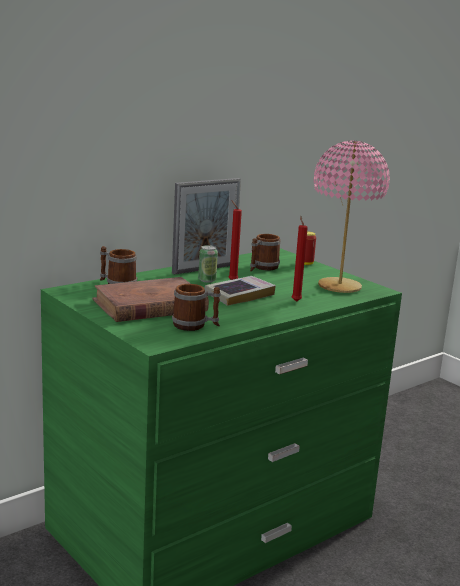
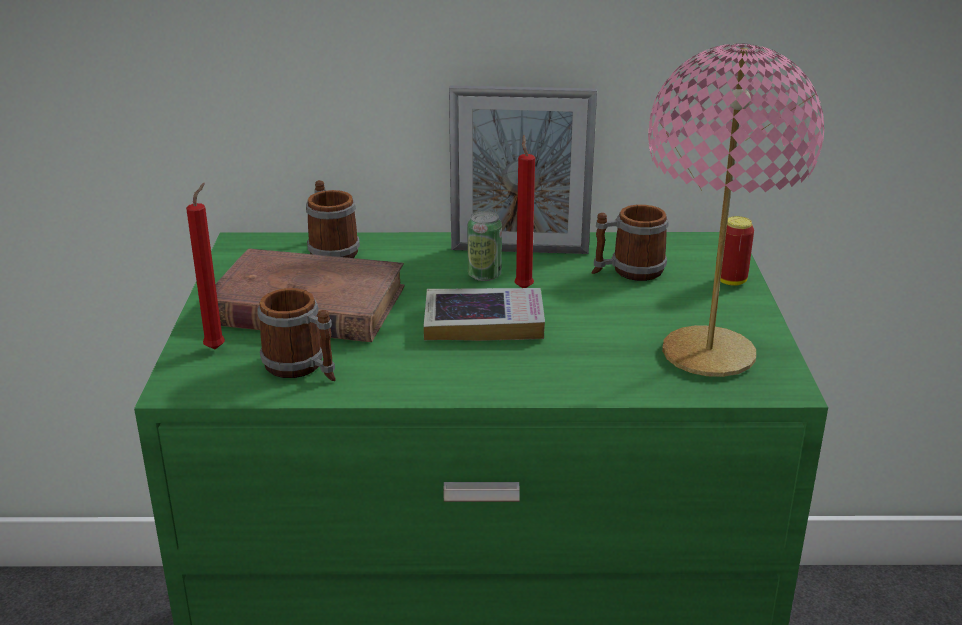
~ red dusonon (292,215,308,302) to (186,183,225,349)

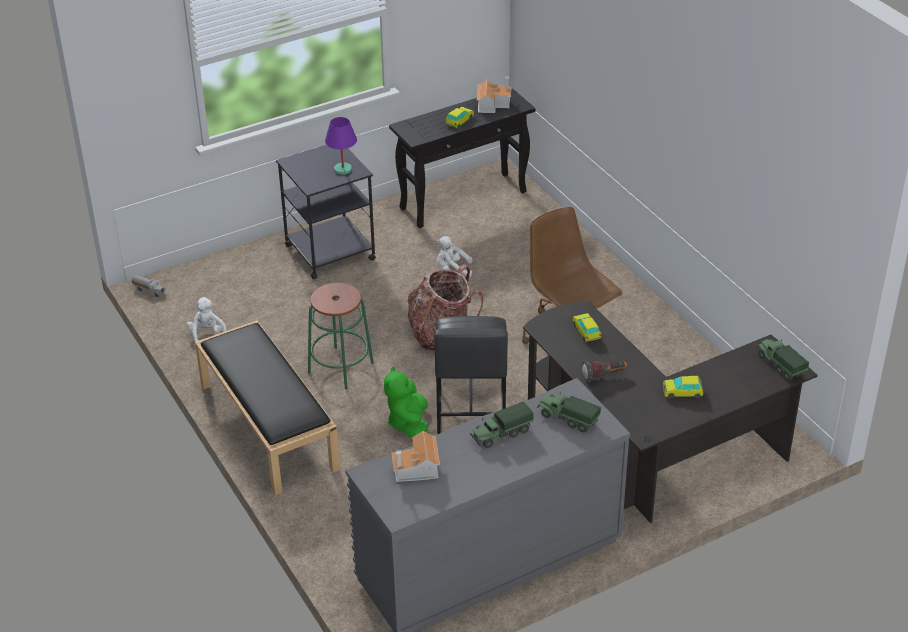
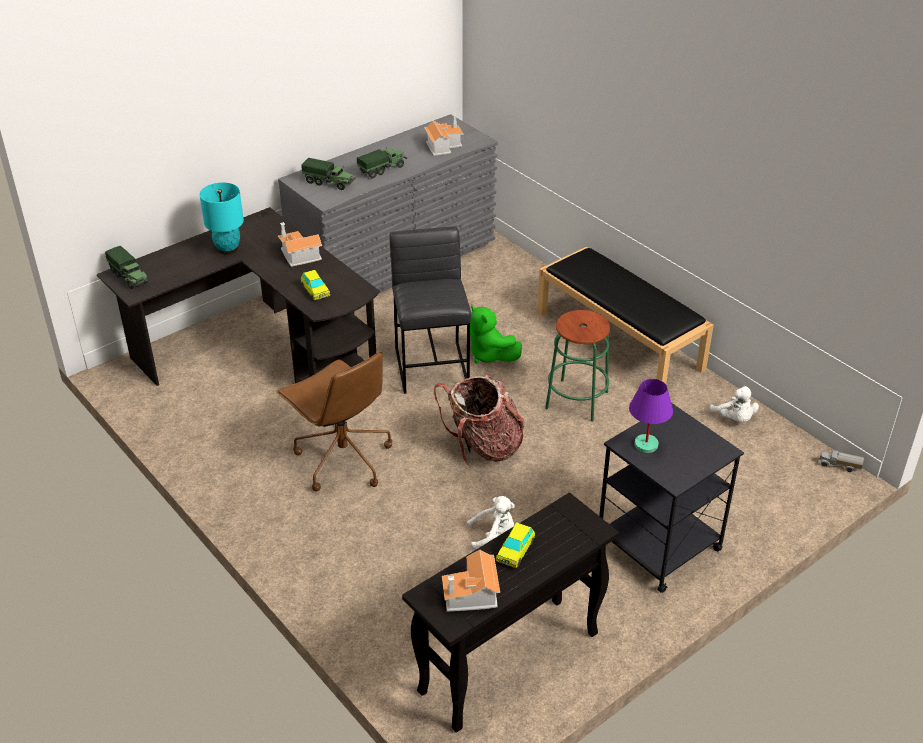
~ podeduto (582,361,628,382) to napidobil (278,222,322,267)
~ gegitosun (663,376,704,399) to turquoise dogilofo (200,182,244,254)
~ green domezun (384,366,428,438) = (470,305,522,363) 150 degrees clockwise

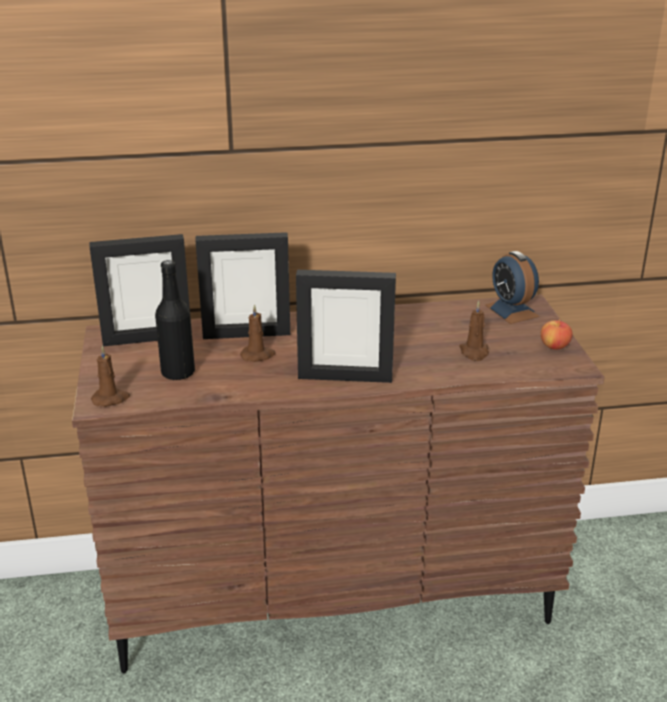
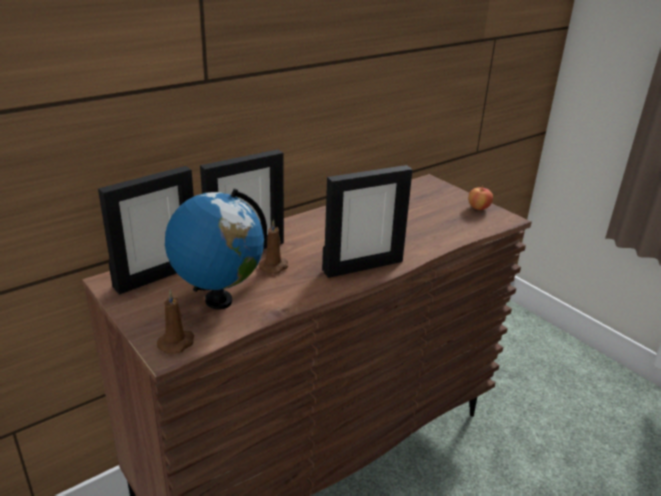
- brown dusonon (459,301,489,361)
- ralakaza (485,251,540,324)
~ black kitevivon (155,260,195,380) to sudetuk (165,188,267,310)

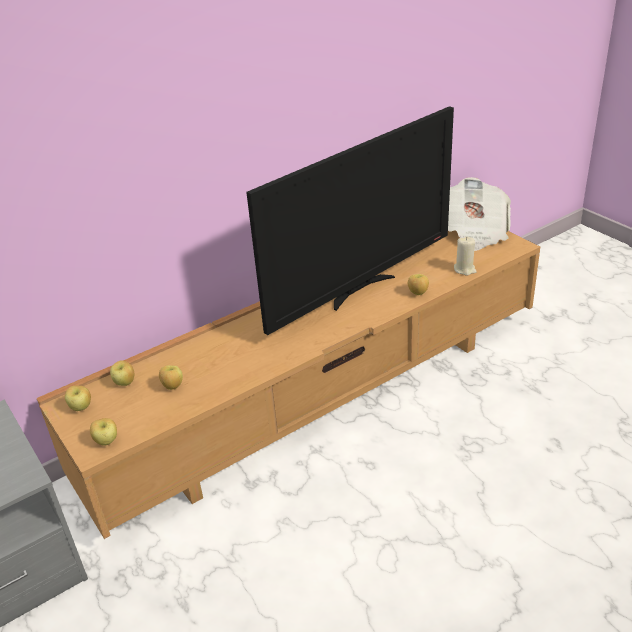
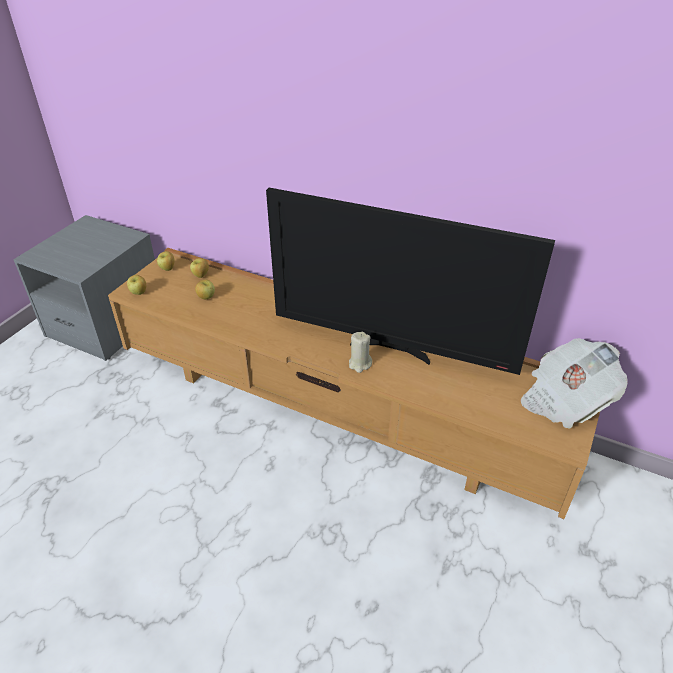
- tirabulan (408,274,429,295)
~ beige dusonon (454,237,477,276) to (349,332,372,373)

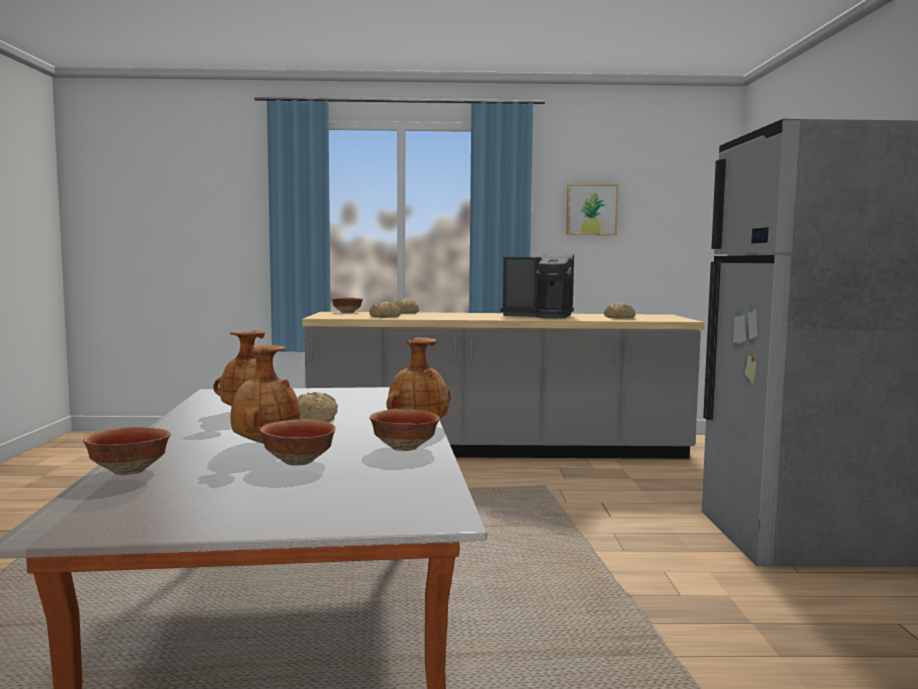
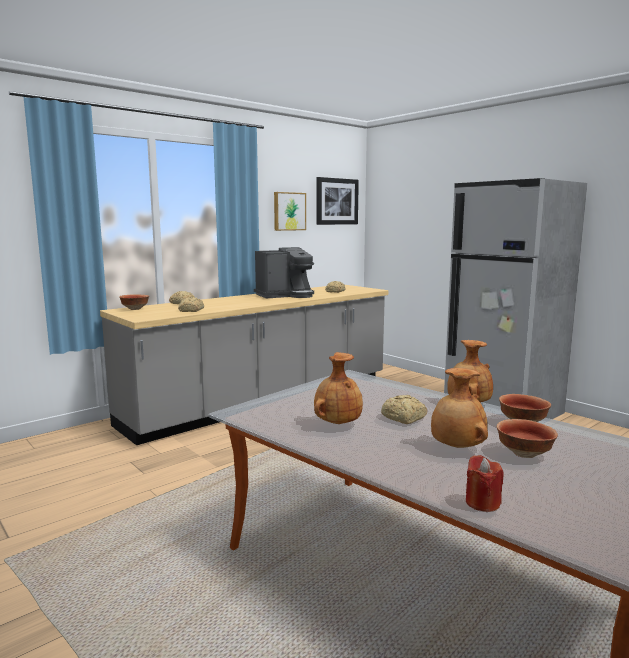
+ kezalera (317,177,359,225)
~ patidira (83,427,171,475) to red dusonon (466,455,503,512)

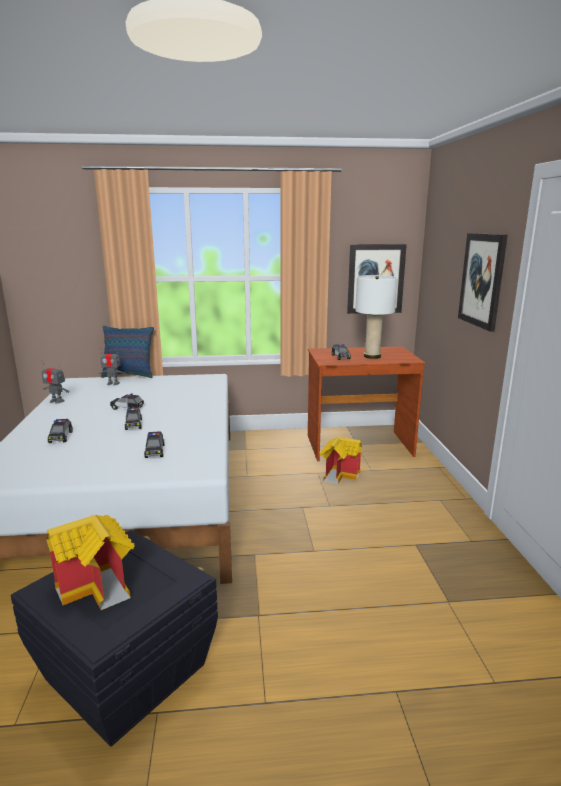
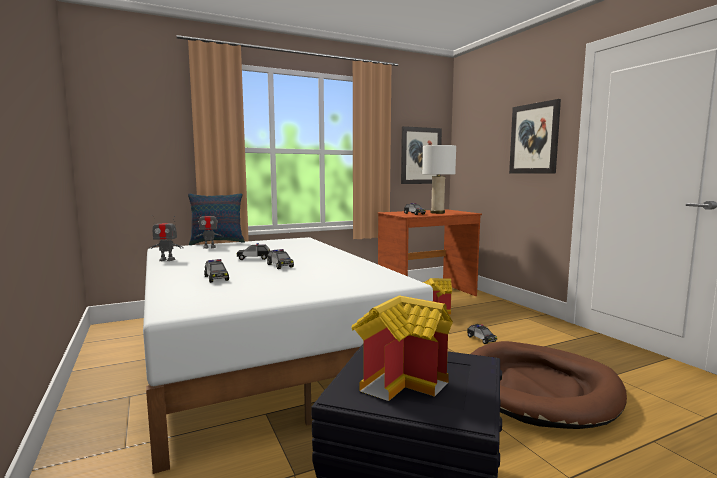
+ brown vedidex (471,341,627,429)
~ gegitosun (144,431,165,458) to (467,324,497,344)

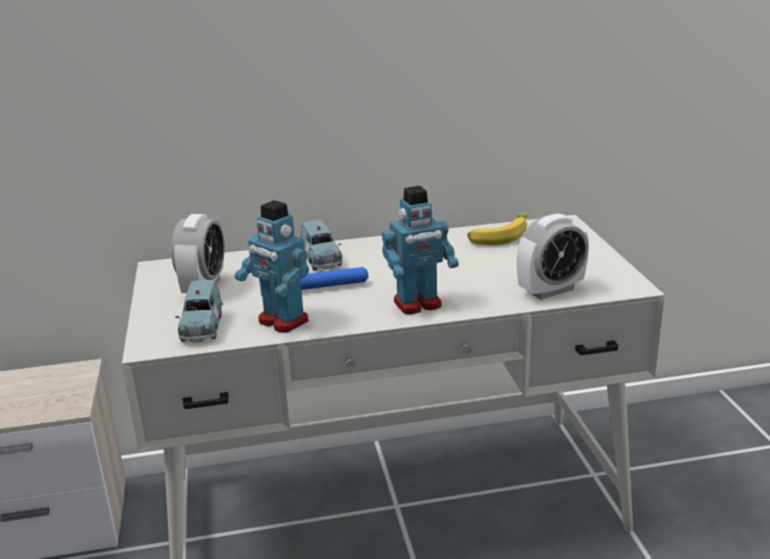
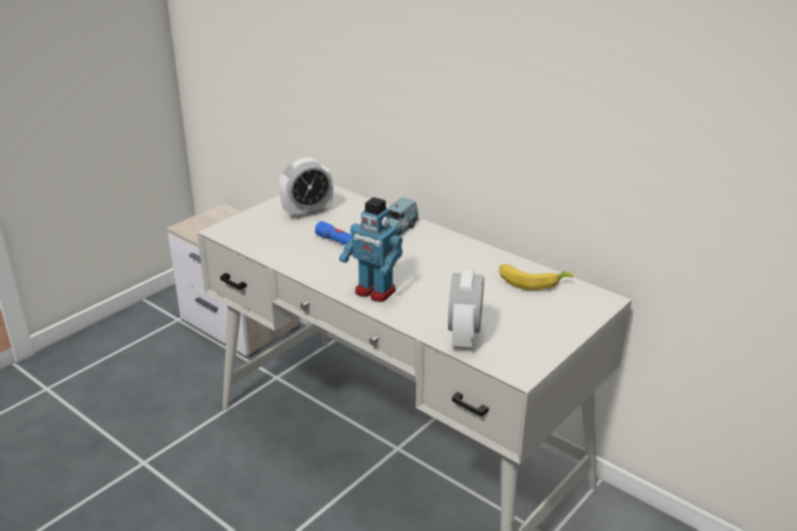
- blue gegitosun (175,280,223,342)
- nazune (235,200,309,333)
~ ralakaza (517,213,589,300) = (448,269,484,349) 75 degrees clockwise

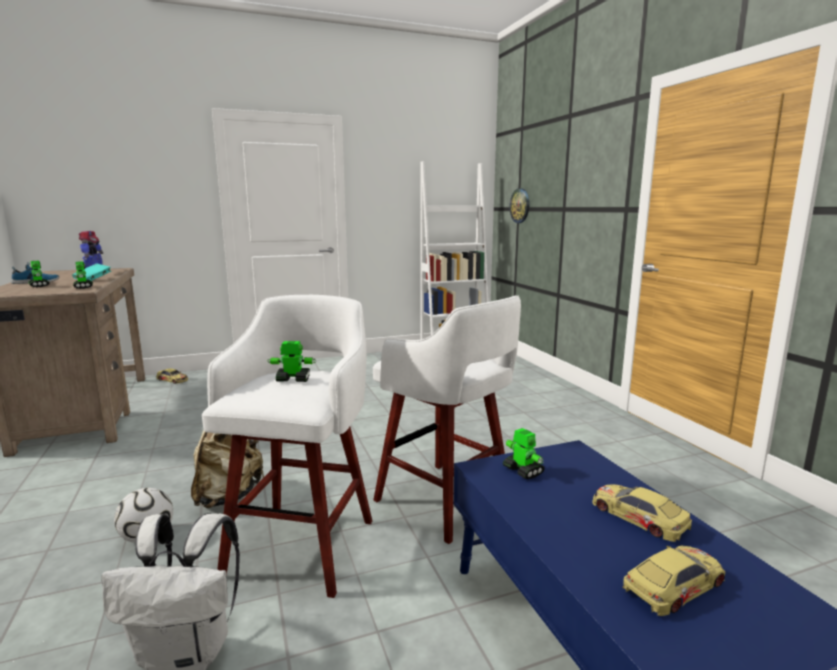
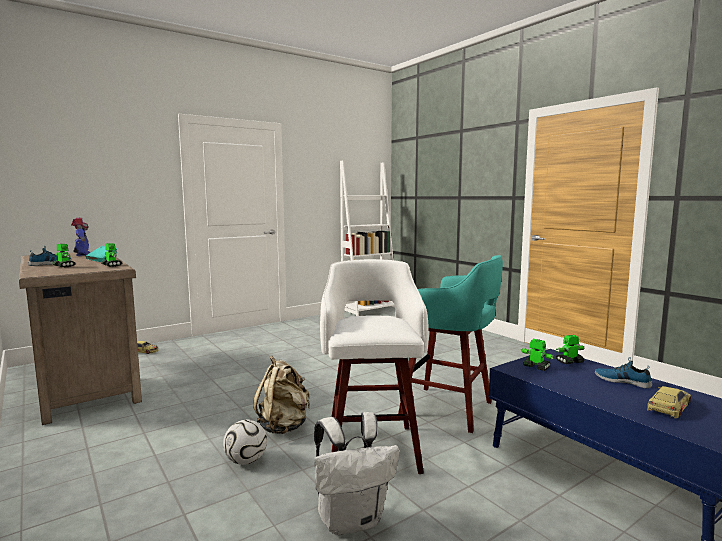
- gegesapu (510,188,529,223)
~ nazune (268,341,316,382) to (556,335,584,364)
~ gegitosun (592,484,692,542) to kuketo (595,357,652,388)
~ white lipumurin (373,295,521,544) to turquoise lipumurin (398,255,503,433)

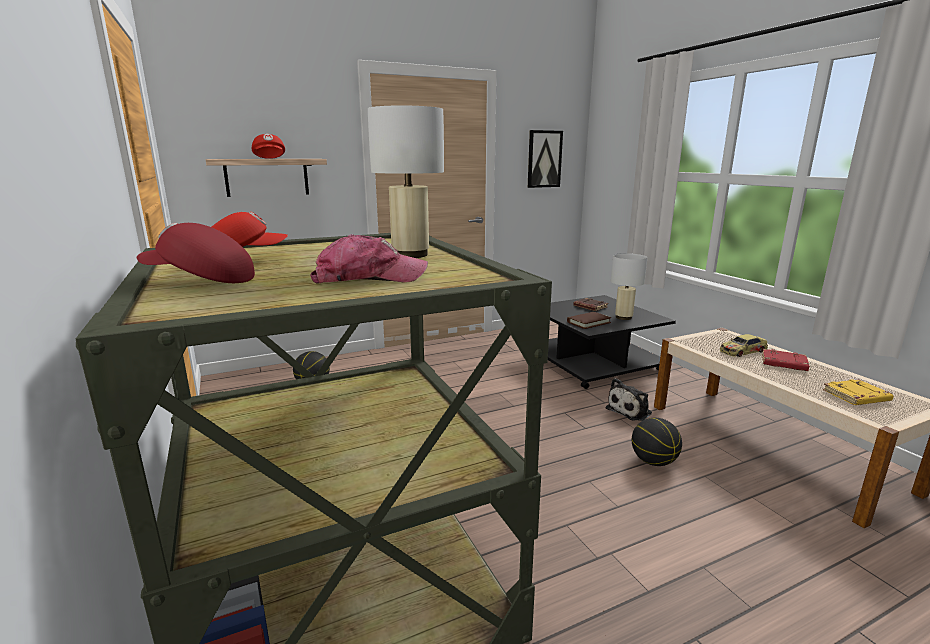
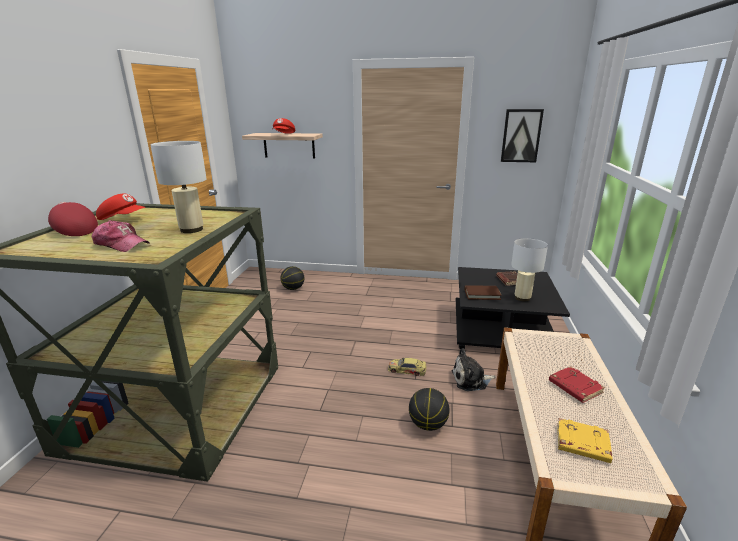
~ gegitosun (719,334,768,357) to (388,358,427,376)

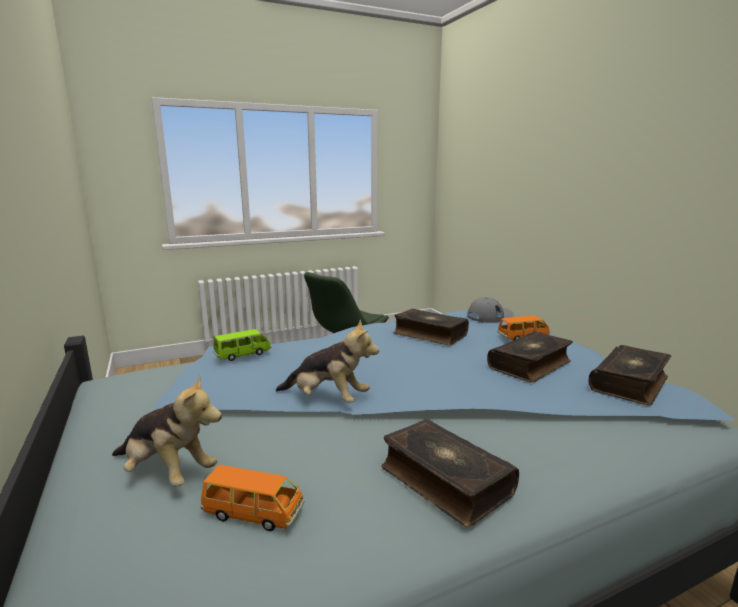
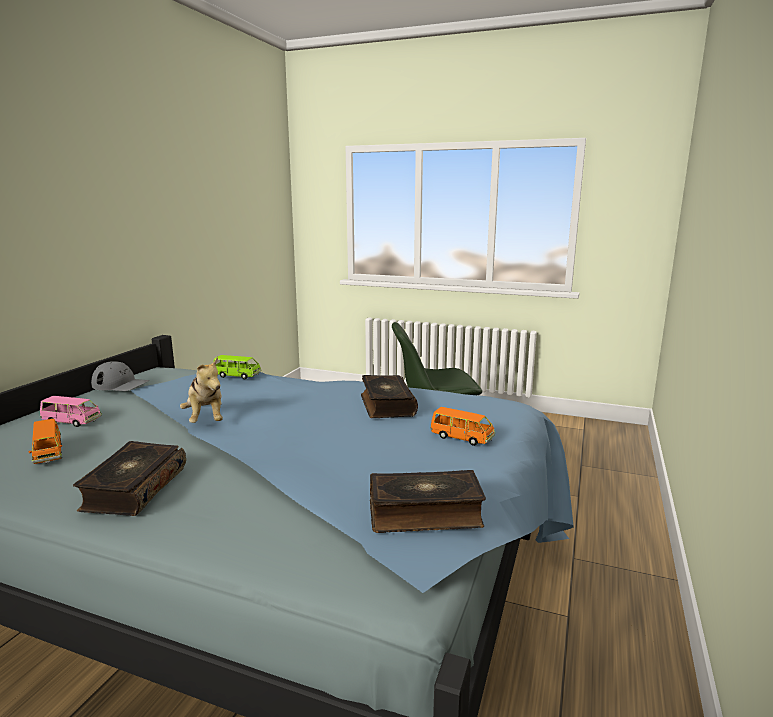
- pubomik (487,331,573,383)
~ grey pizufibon (467,297,514,323) to (91,361,150,391)
~ domezun (112,375,222,487) to pink gegitosun (40,396,102,427)

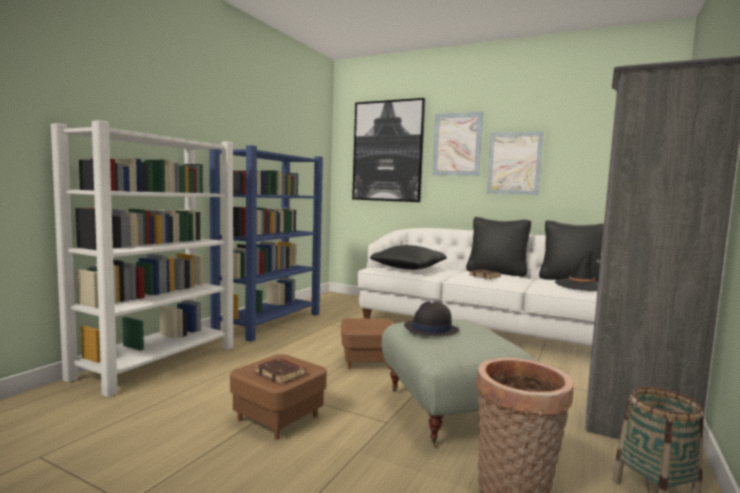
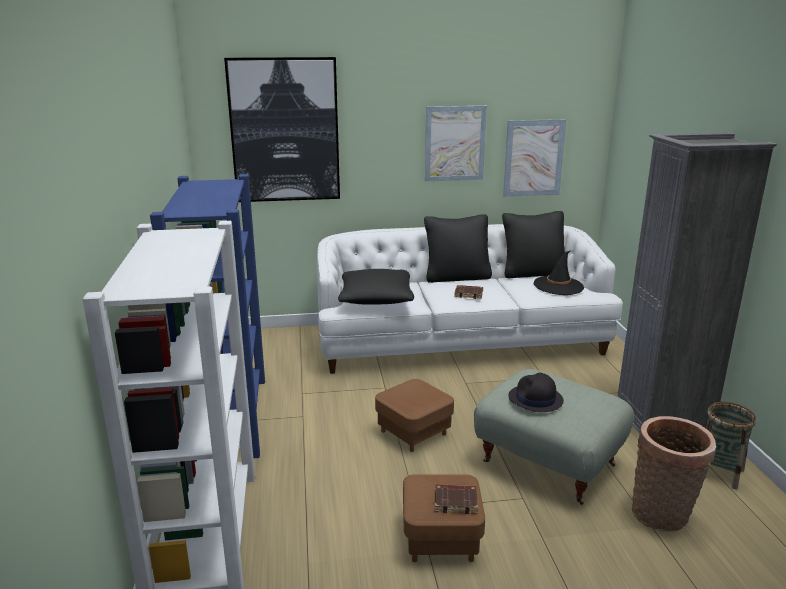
~ kezalera (432,112,483,176) to (503,119,566,197)

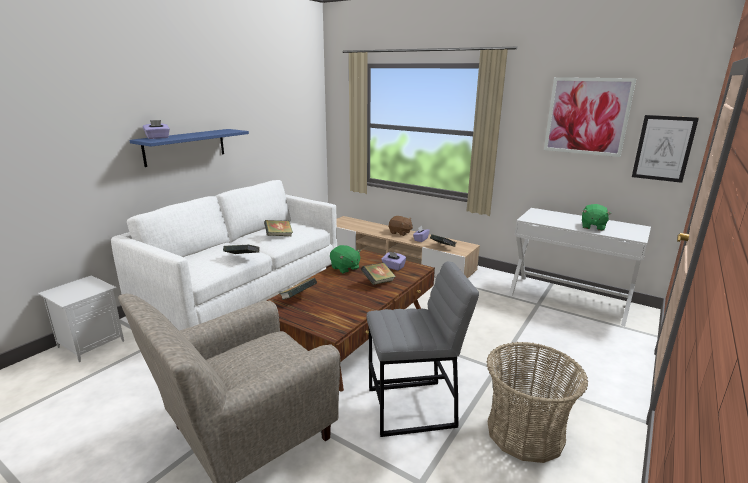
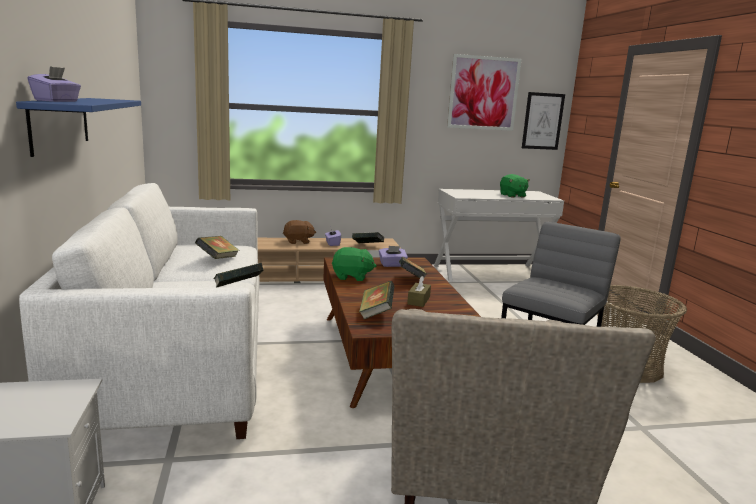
+ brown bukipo (407,276,431,307)

